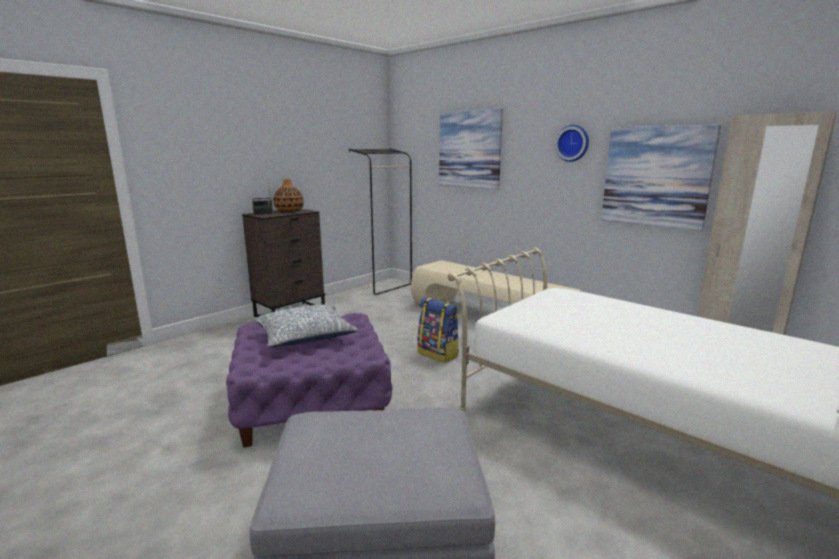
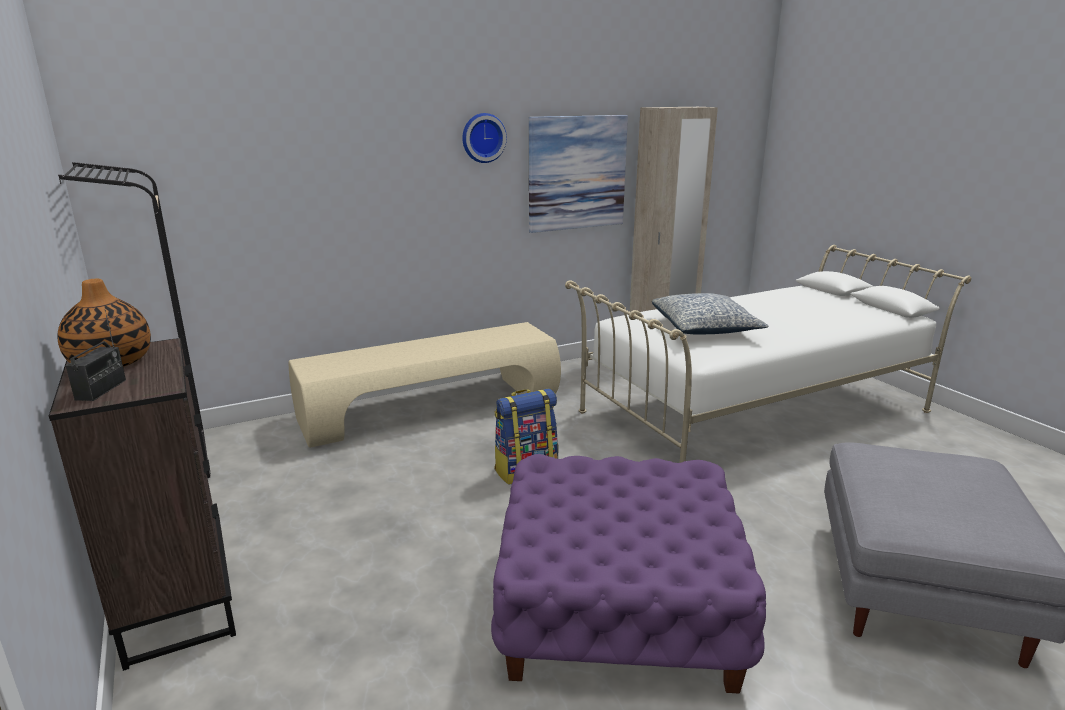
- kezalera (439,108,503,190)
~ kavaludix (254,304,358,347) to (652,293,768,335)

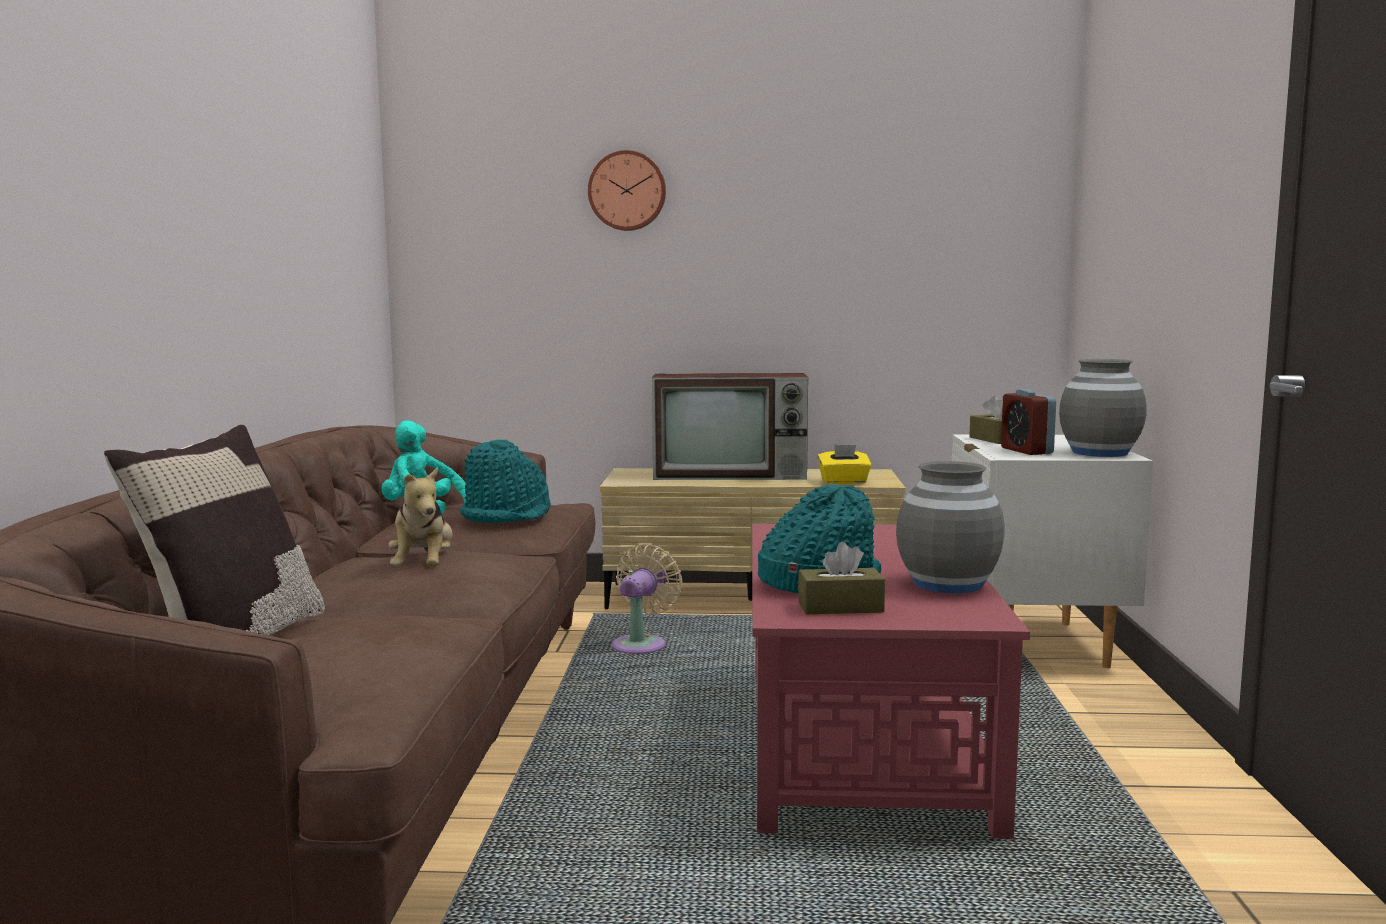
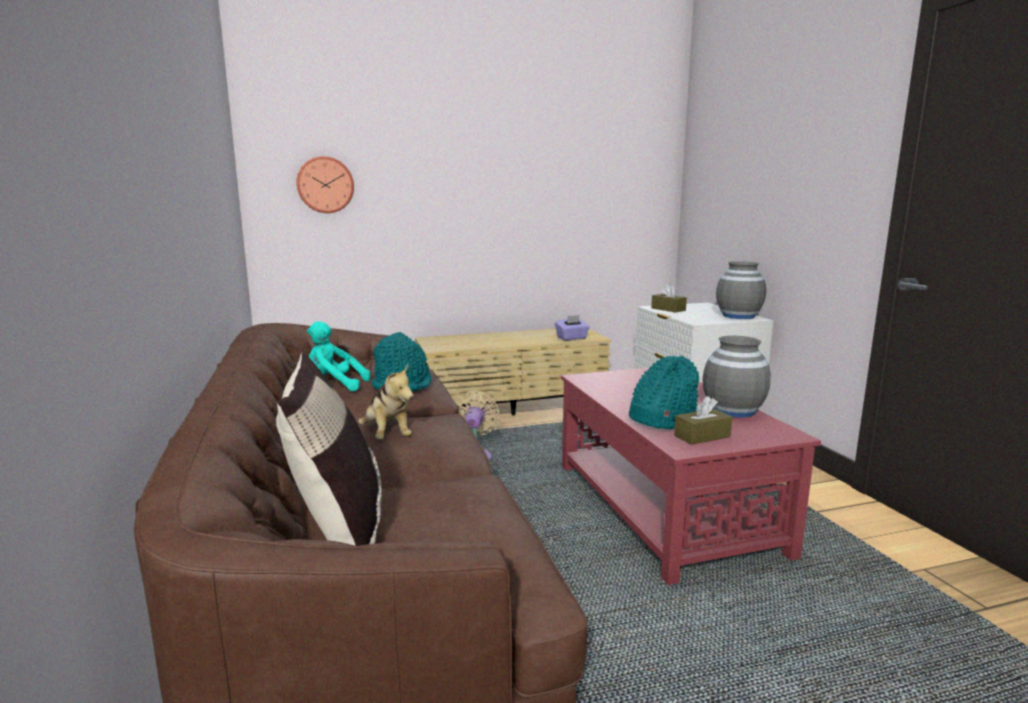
- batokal (652,373,808,480)
- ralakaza (1001,389,1056,455)
~ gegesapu (588,150,666,231) to (296,156,354,213)
~ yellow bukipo (817,445,872,484) to purple bukipo (555,315,590,340)

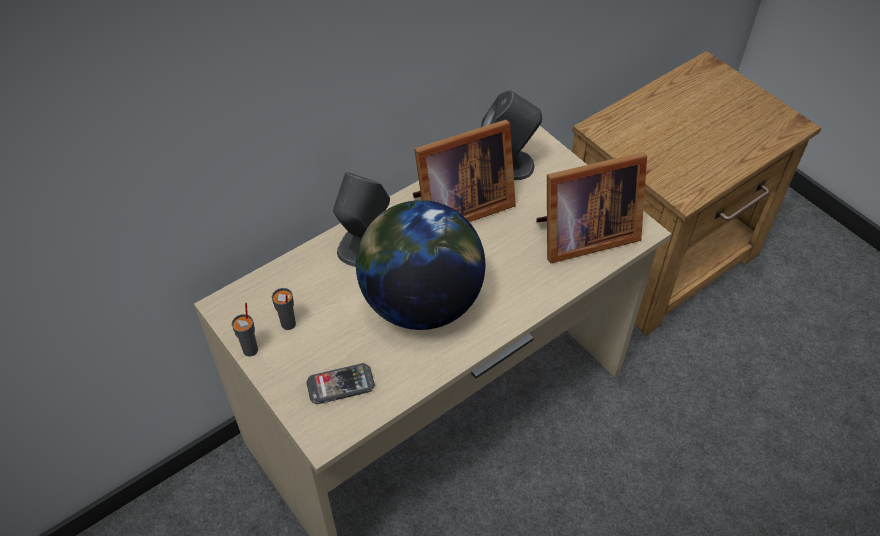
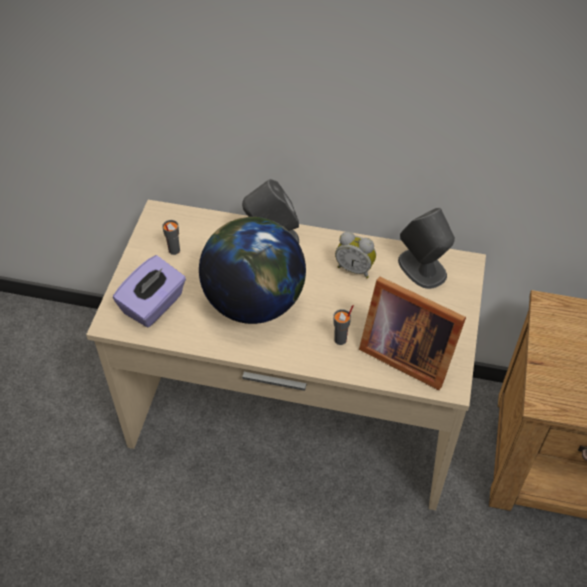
~ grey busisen (232,303,258,356) to (334,305,354,345)
~ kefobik (307,363,375,404) to purple bukipo (113,255,186,327)
~ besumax (413,120,516,222) to ralakaza (335,231,376,278)

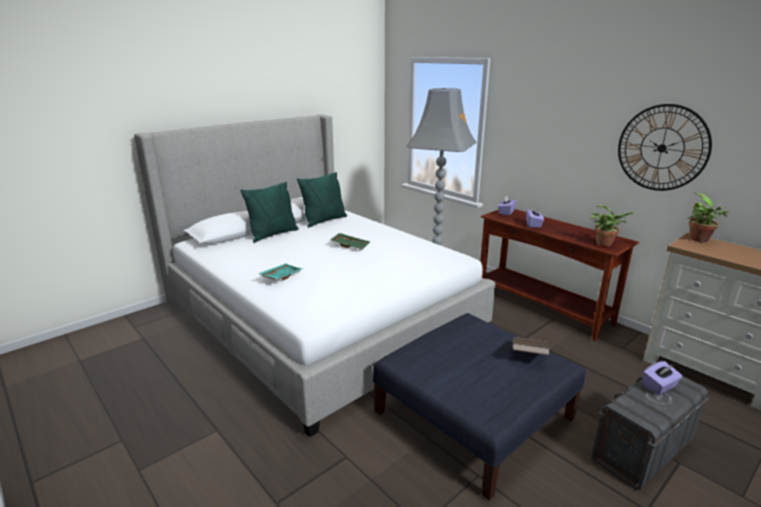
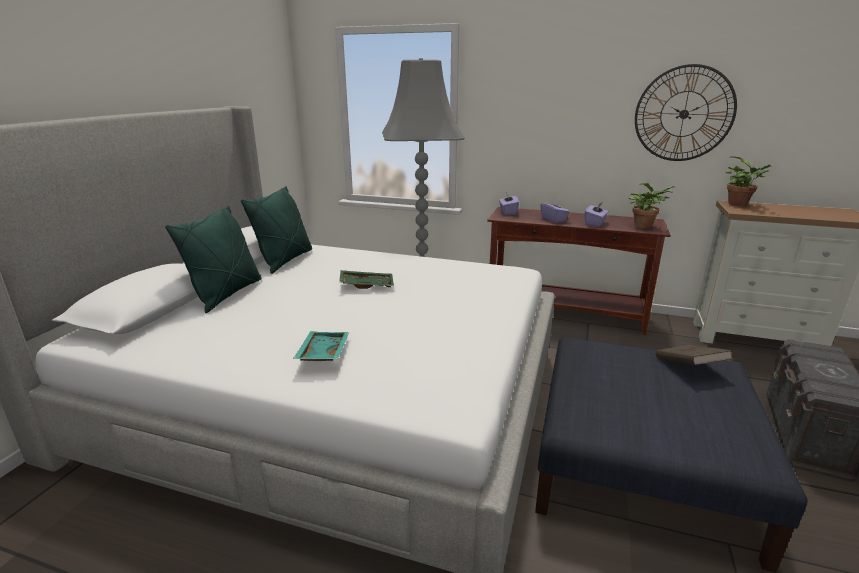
~ purple bukipo (642,361,683,395) to (585,202,608,227)

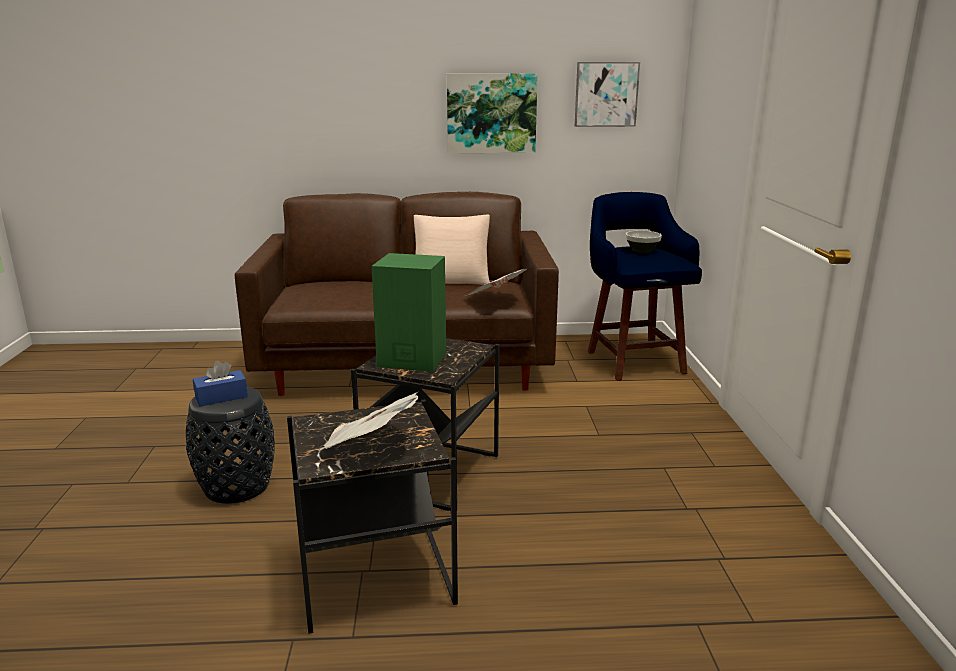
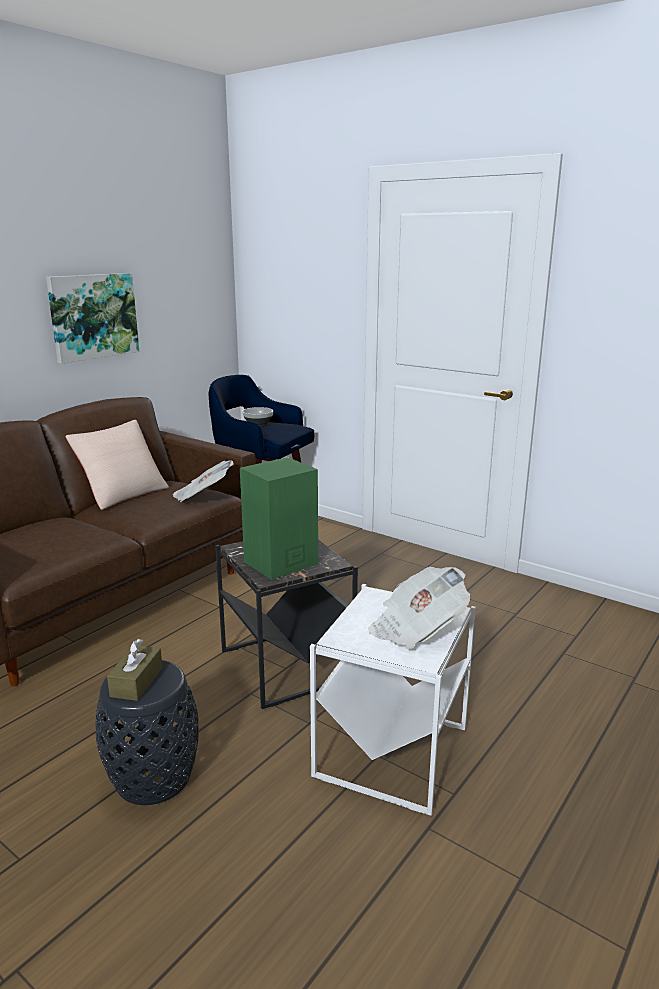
- kezalera (575,62,640,127)
~ blue bukipo (193,361,248,406) to brown bukipo (107,639,163,701)
~ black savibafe (287,399,458,634) to white savibafe (310,584,476,816)

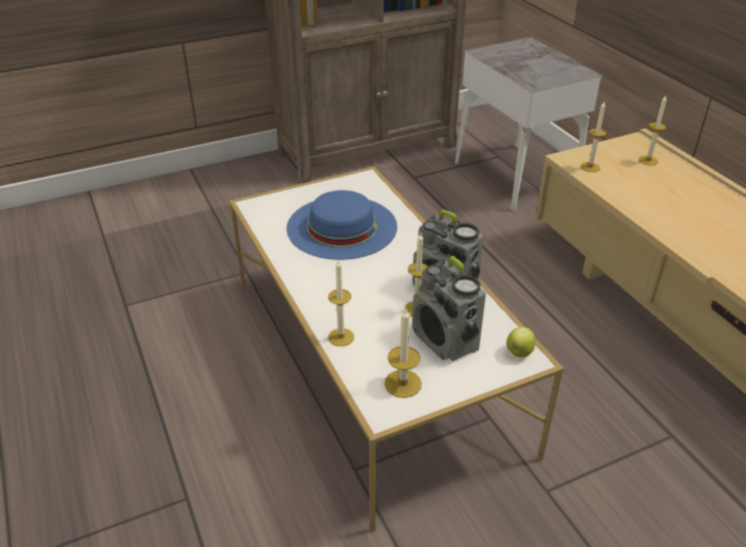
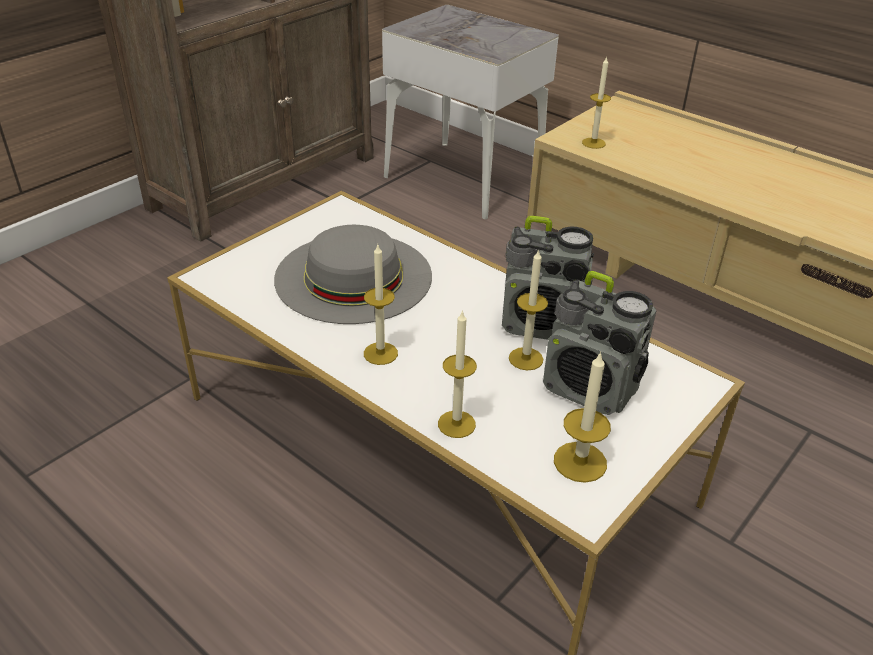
- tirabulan (506,327,536,357)
~ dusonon (639,95,667,166) to (364,245,398,365)
~ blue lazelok (287,190,397,260) to grey lazelok (274,225,432,324)

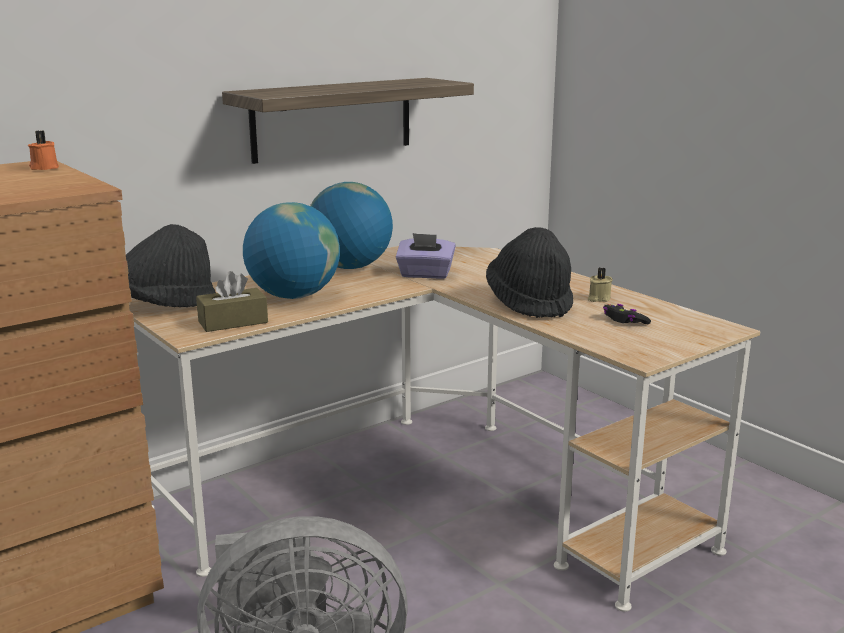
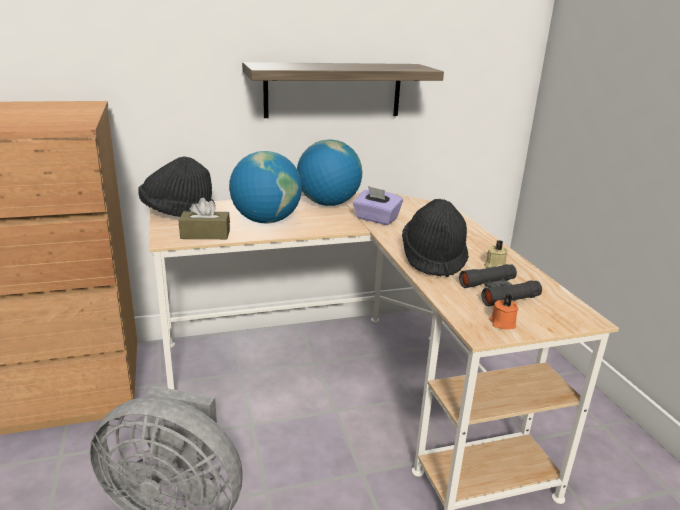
~ orange dusonon (28,130,59,170) to (489,294,518,330)
~ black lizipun (603,304,651,324) to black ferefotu (459,264,542,307)

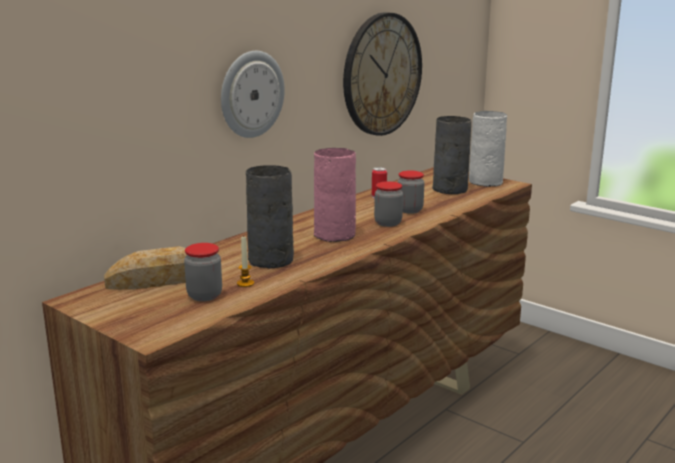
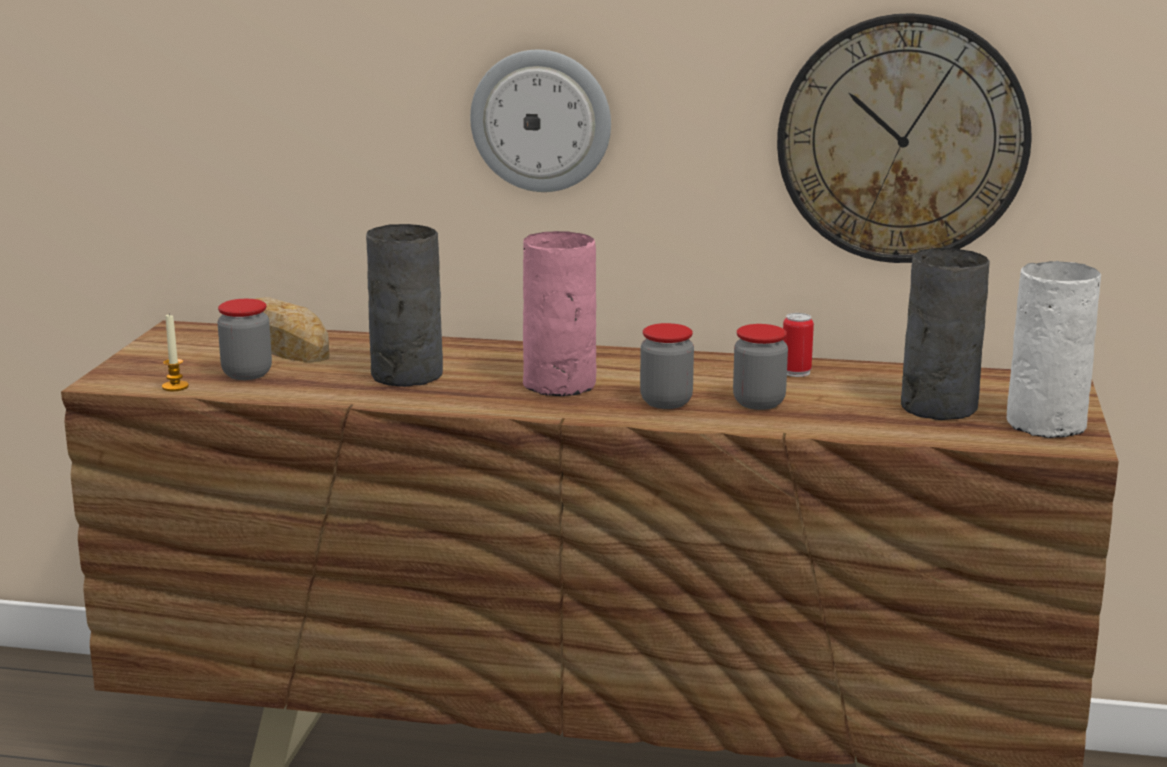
~ dusonon (237,235,254,287) to (162,314,189,391)

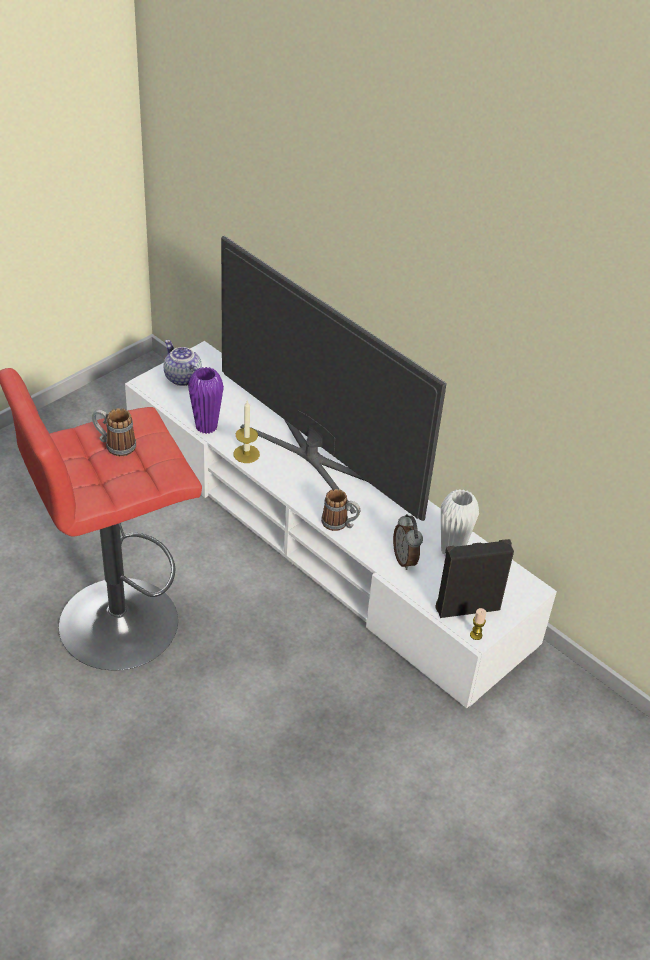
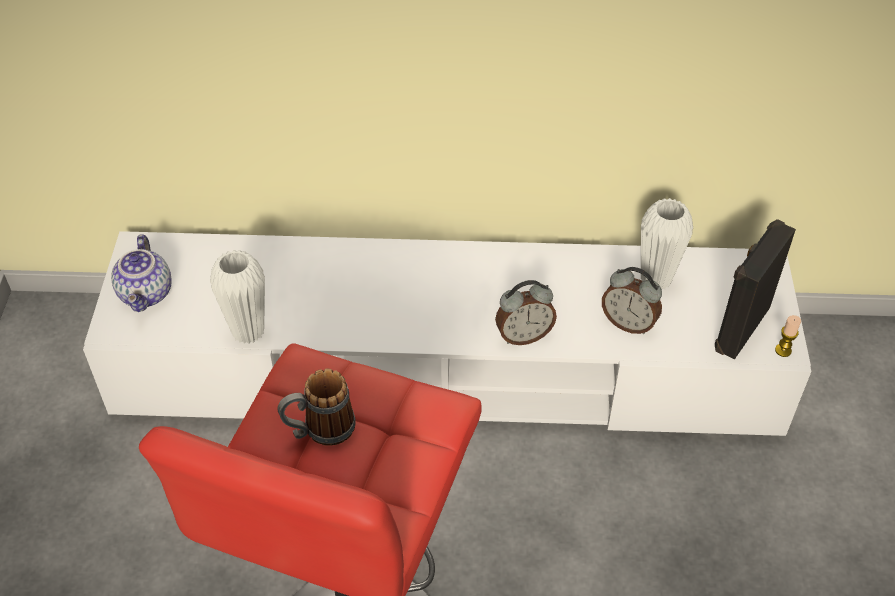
- batokal (221,236,447,521)
- dusonon (234,401,260,463)
~ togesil (321,489,360,531) to ralakaza (495,280,557,345)
~ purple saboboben (188,367,224,434) to white saboboben (210,250,265,344)
~ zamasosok (164,340,202,386) = (111,234,172,312) 105 degrees counterclockwise

